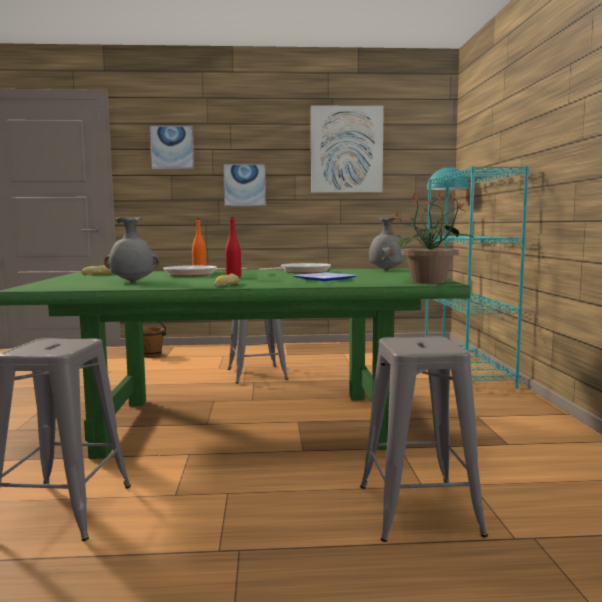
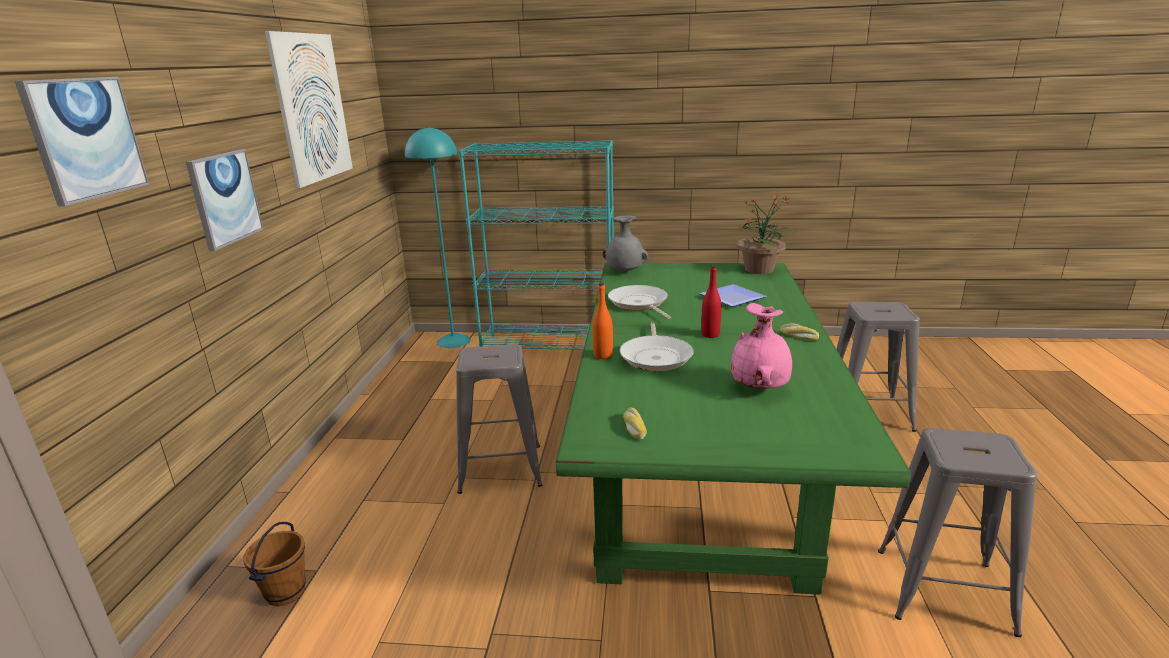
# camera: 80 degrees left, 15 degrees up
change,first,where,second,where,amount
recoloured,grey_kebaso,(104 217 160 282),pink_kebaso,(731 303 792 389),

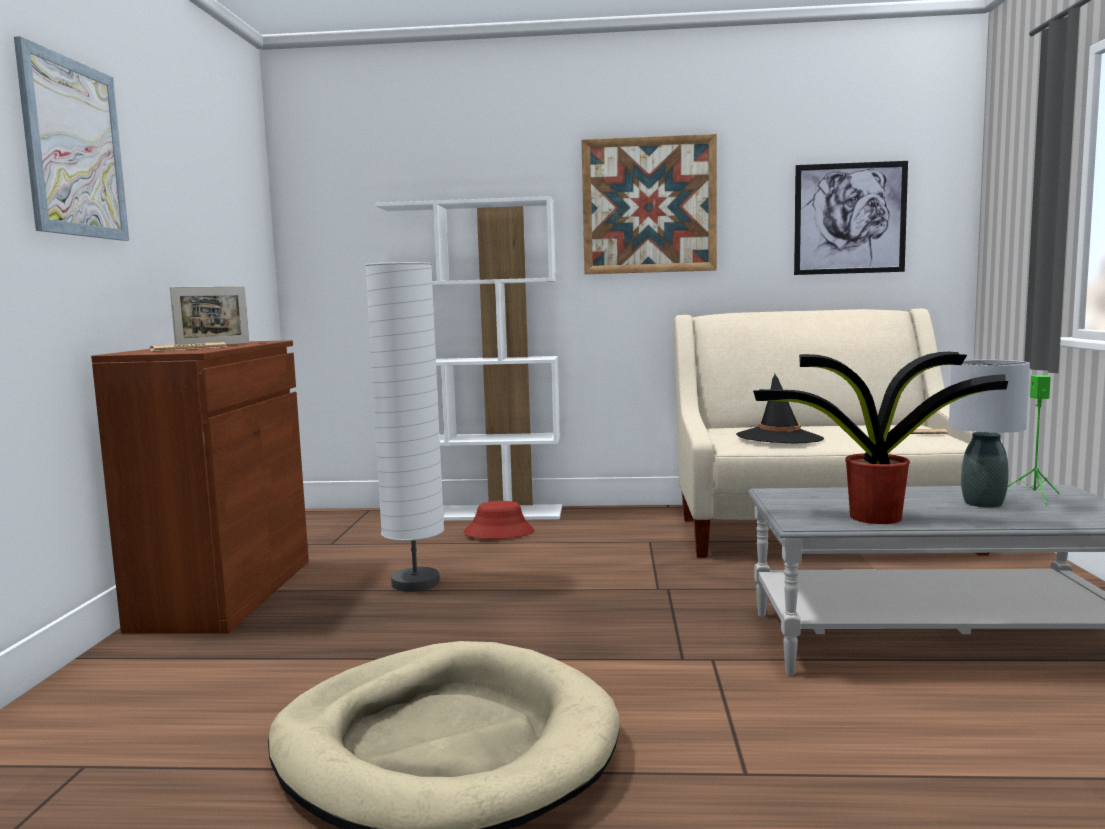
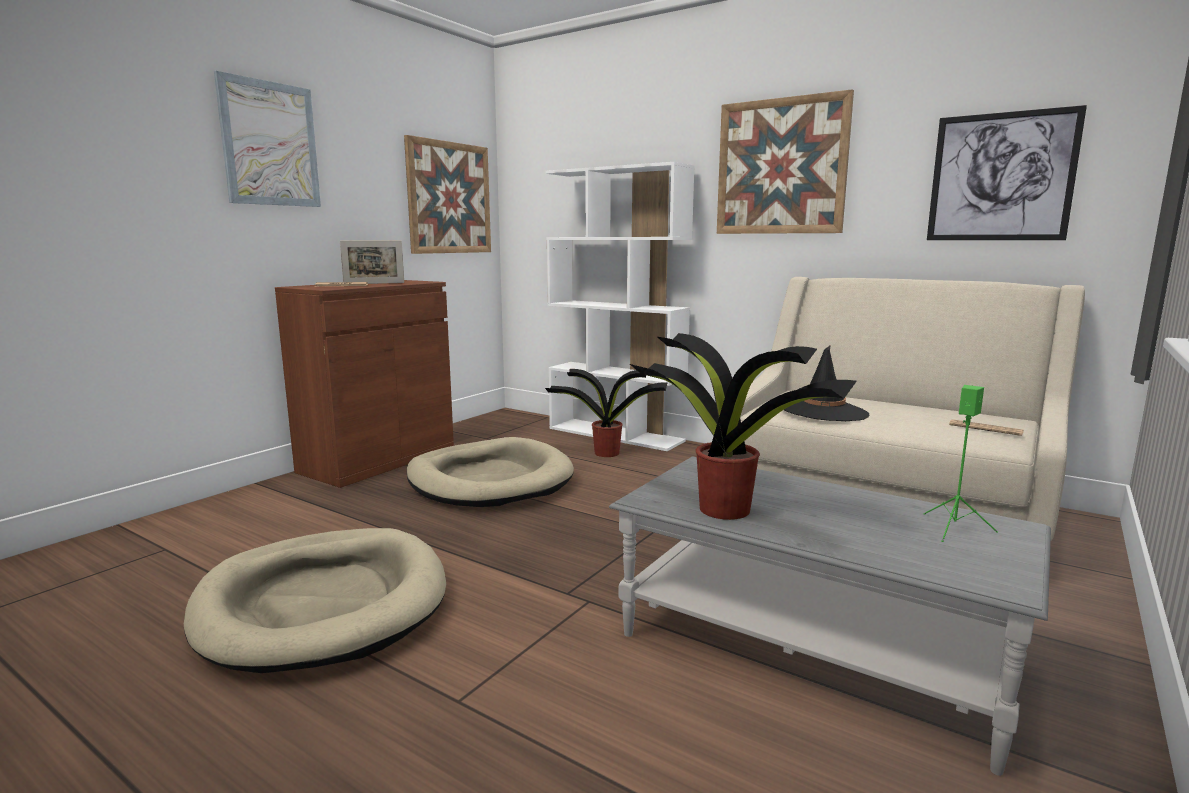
# camera: 30 degrees right, 5 degrees up
change,first,where,second,where,amount
replaced,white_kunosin,(365 262 444 591),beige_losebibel,(407 437 574 507),
removed,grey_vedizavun,(949 360 1030 508),,,
replaced,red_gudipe,(464 501 534 539),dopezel,(545 369 668 457),
added,,,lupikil,(404 135 491 254),

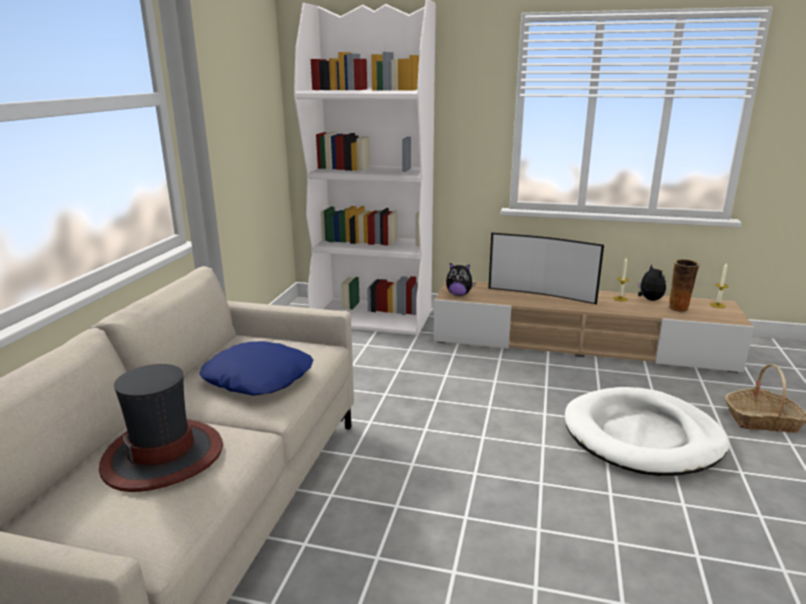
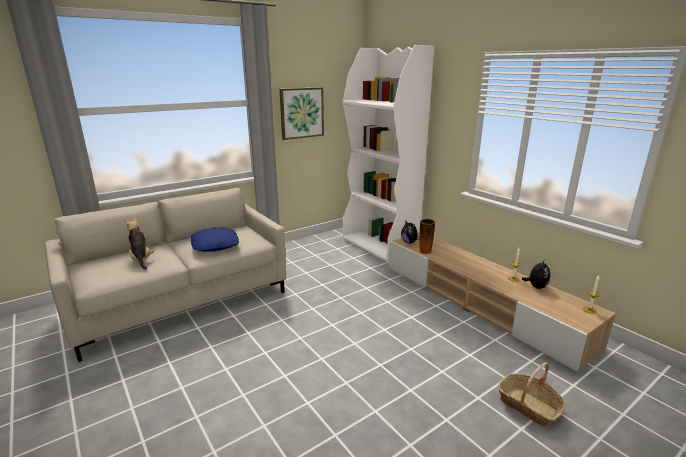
# camera: 40 degrees right, 0 degrees up
change,first,where,second,where,amount
removed,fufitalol,(489 233 604 304),,,
moved,kebaso,(668 259 700 312),,(419 219 435 254),
replaced,gudipe,(99 364 223 492),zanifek,(125 217 154 270),
removed,white_losebibel,(565 387 730 476),,,
added,,,lupikil,(280 87 324 140),

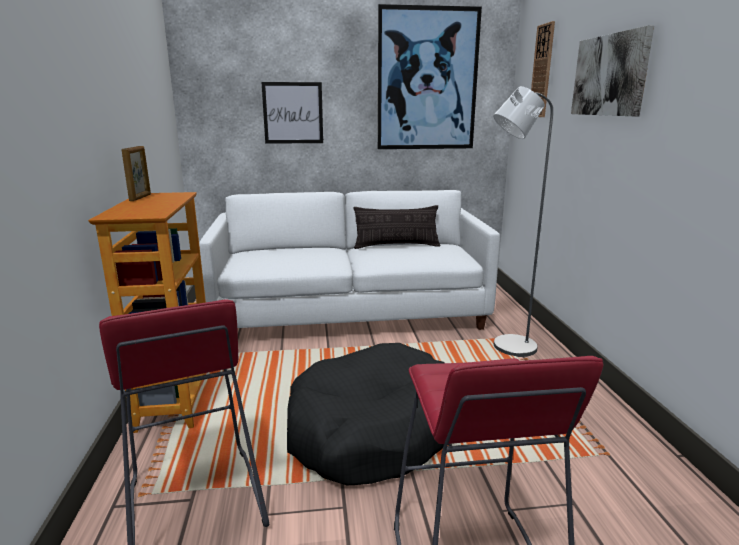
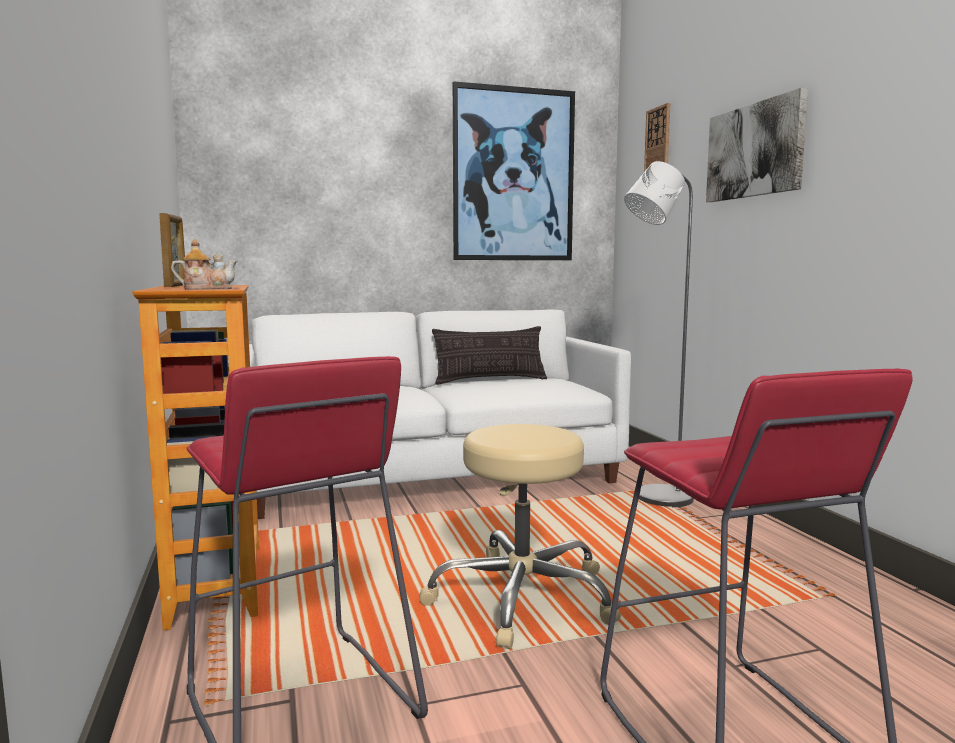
# camera: 10 degrees left, 10 degrees down
change,first,where,second,where,amount
removed,lupikil,(262 82 323 144),,,
replaced,black_losebibel,(287 343 444 485),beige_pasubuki,(419 424 621 649),
added,,,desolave,(171 239 237 290),

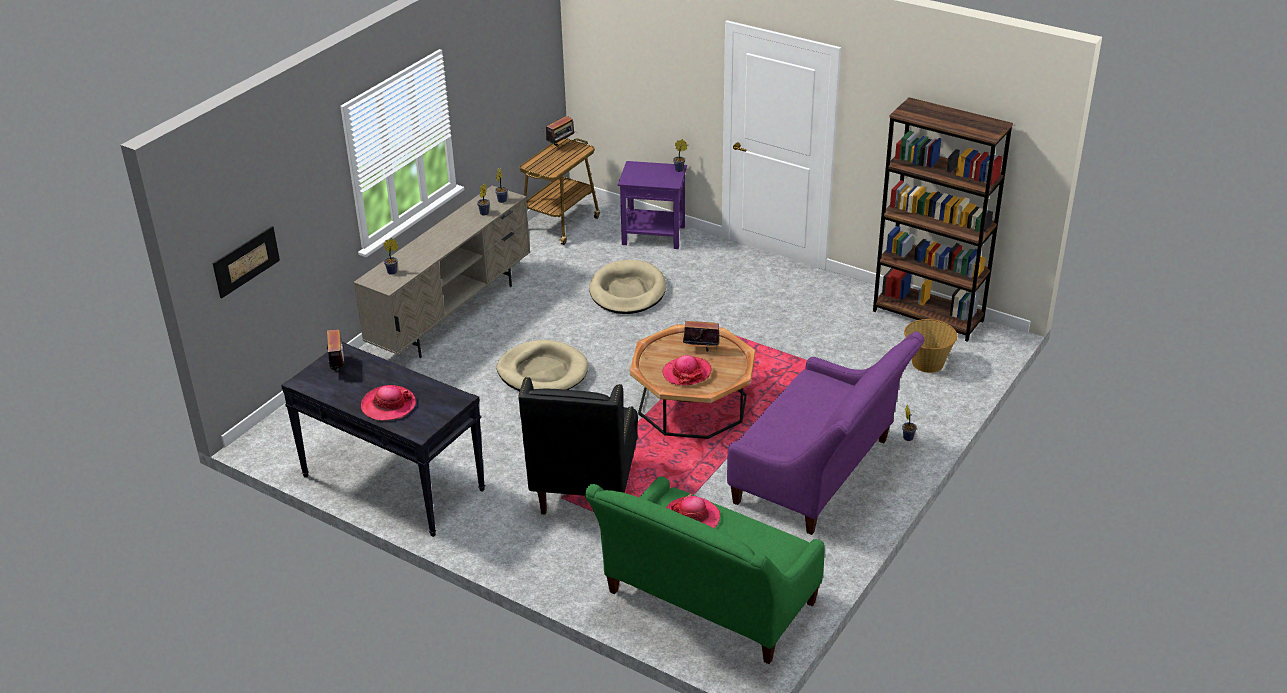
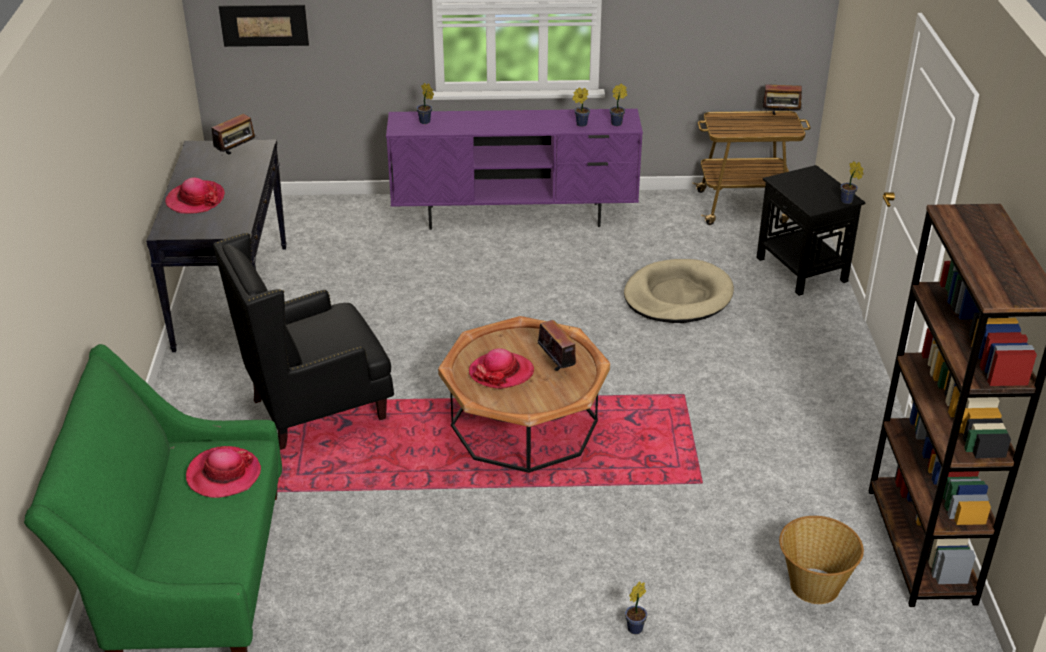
# camera: 55 degrees right, 0 degrees up
change,first,where,second,where,amount
recoloured,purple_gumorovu,(618 161 687 249),black_gumorovu,(756 165 865 296),
recoloured,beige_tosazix,(354 186 530 358),purple_tosazix,(386 109 643 230),
removed,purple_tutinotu,(727 332 925 535),,,
removed,beige_losebibel,(497 340 588 391),,,

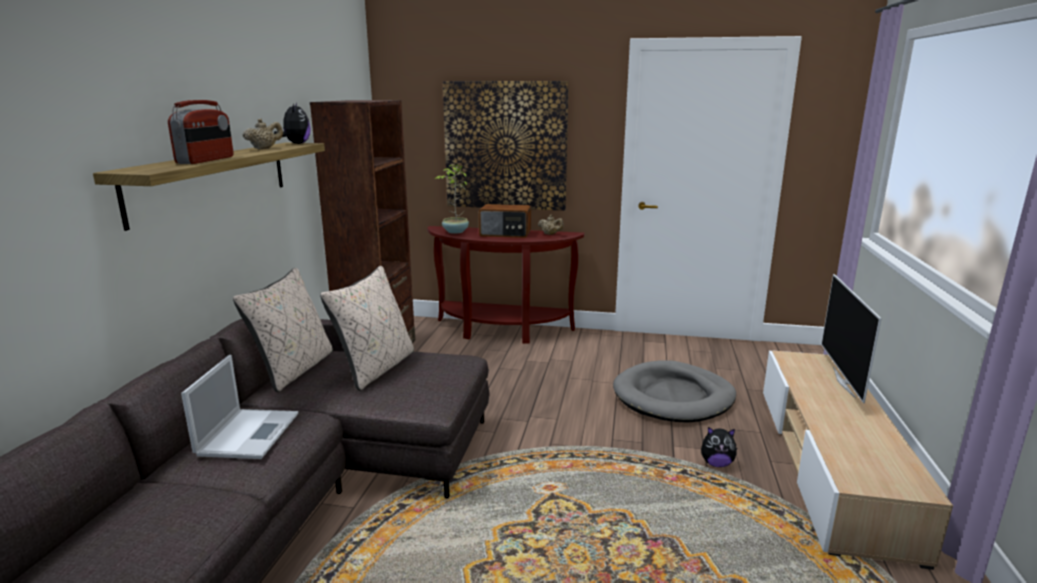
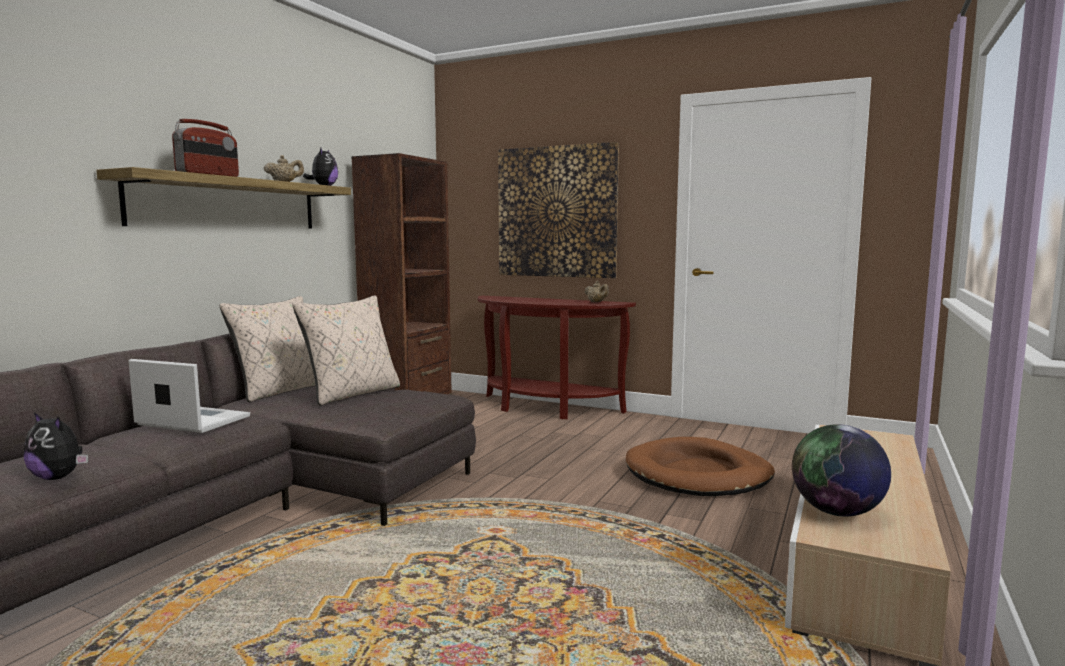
# camera: 15 degrees right, 10 degrees down
change,first,where,second,where,amount
removed,dopezel,(435 164 469 234),,,
removed,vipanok,(479 204 531 238),,,
removed,fufitalol,(821 274 882 403),,,
turned,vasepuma,(181 355 298 459),,(128 359 250 433),90 degrees counterclockwise
recoloured,grey_losebibel,(613 360 736 423),brown_losebibel,(626 437 775 496),
moved,zanifek,(701 427 737 467),,(24 412 88 480),
added,,,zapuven,(792 424 891 517),

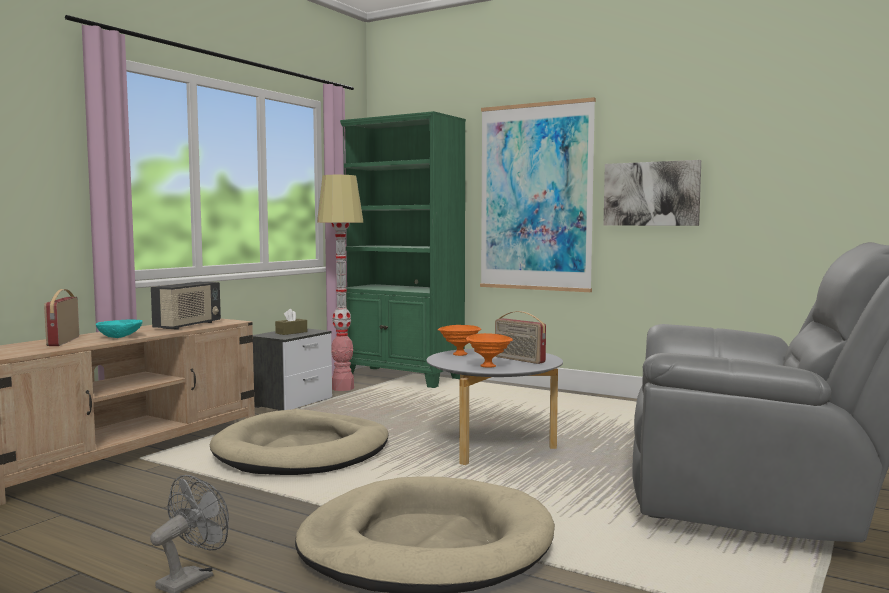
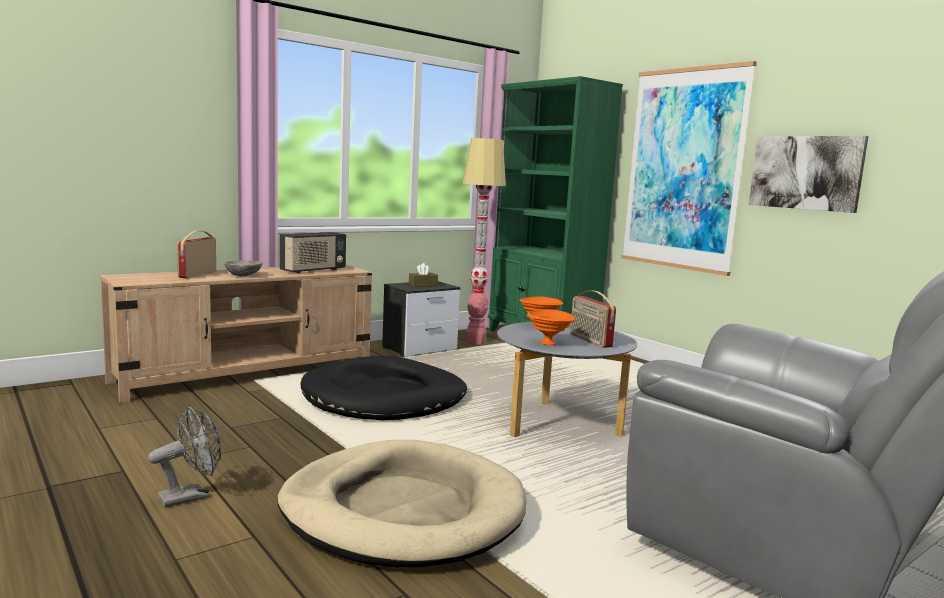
# camera: 20 degrees right, 5 degrees up
change,first,where,second,where,amount
recoloured,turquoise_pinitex,(96 320 142 338),grey_pinitex,(224 261 263 276),
recoloured,beige_losebibel,(210 409 389 475),black_losebibel,(300 356 467 420),

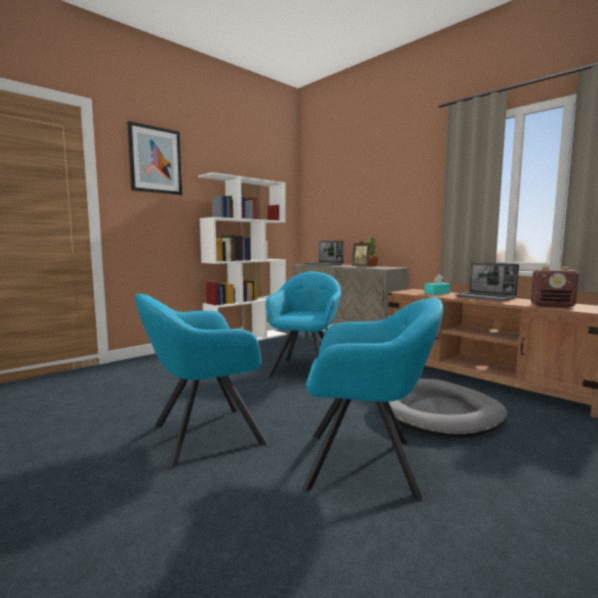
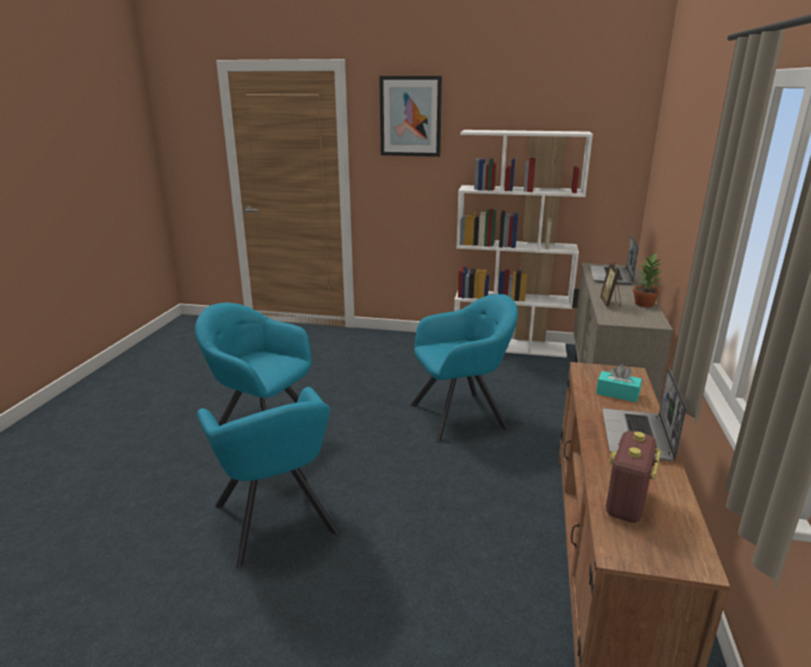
# camera: 55 degrees right, 15 degrees up
change,first,where,second,where,amount
turned,vipanok,(531 266 579 307),,(606 431 661 523),45 degrees clockwise
removed,grey_losebibel,(376 379 507 437),,,

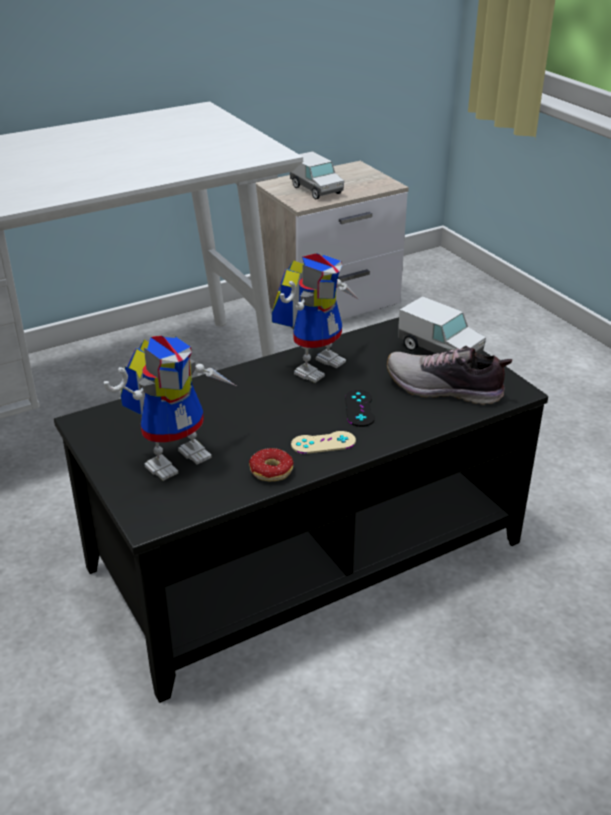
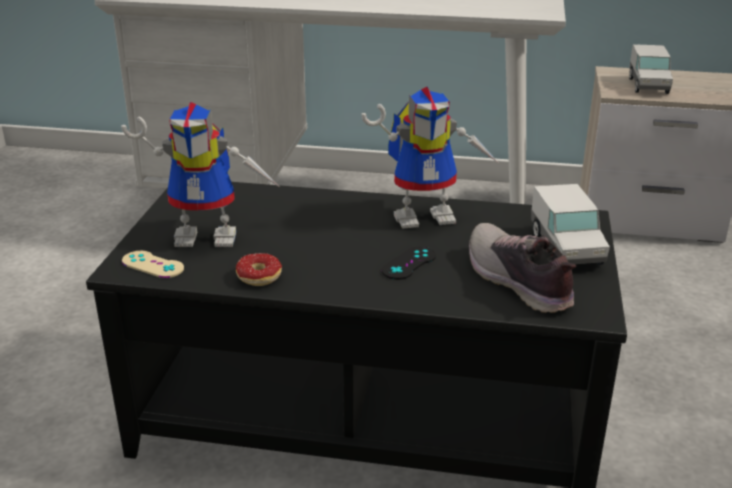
# camera: 40 degrees right, 5 degrees down
change,first,where,second,where,amount
moved,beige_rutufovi,(291 431 356 454),,(122 251 184 278),

